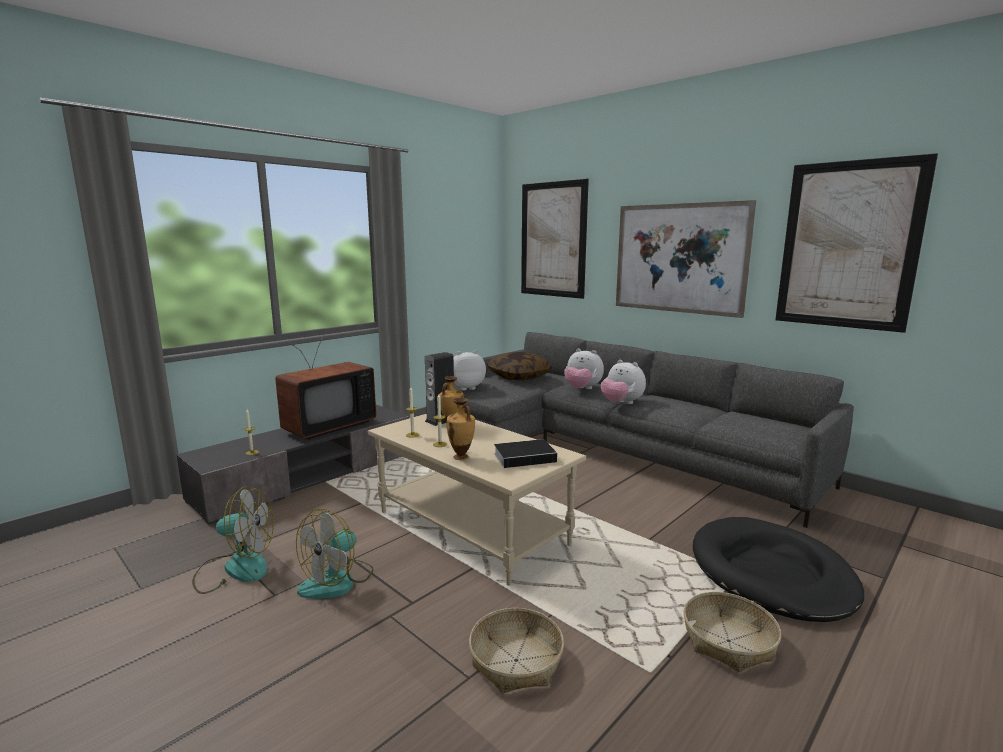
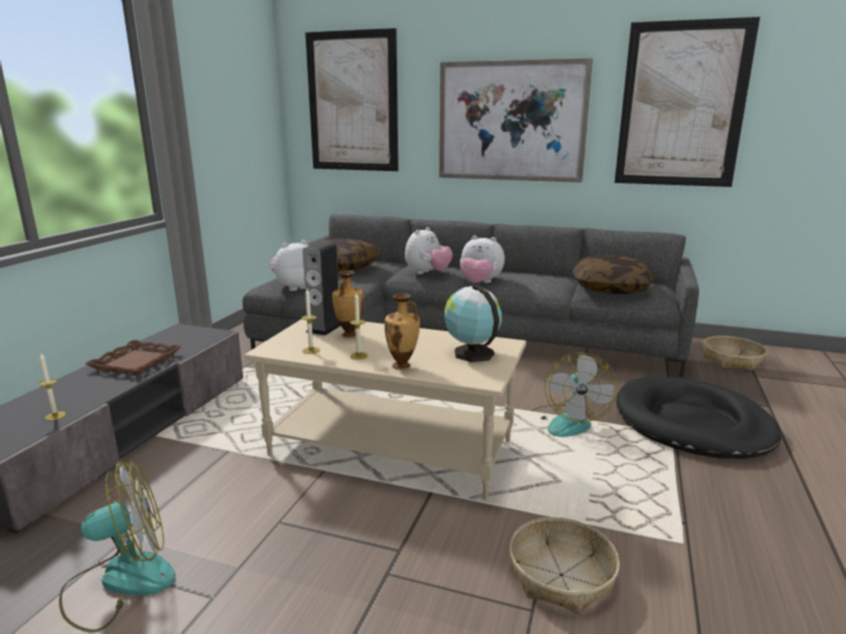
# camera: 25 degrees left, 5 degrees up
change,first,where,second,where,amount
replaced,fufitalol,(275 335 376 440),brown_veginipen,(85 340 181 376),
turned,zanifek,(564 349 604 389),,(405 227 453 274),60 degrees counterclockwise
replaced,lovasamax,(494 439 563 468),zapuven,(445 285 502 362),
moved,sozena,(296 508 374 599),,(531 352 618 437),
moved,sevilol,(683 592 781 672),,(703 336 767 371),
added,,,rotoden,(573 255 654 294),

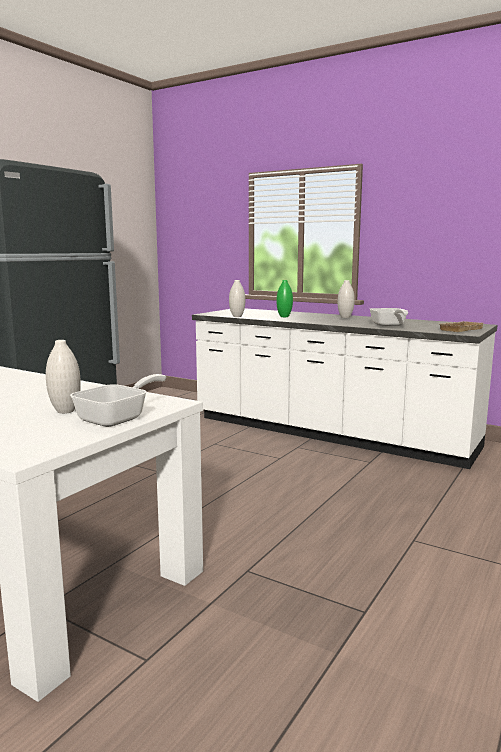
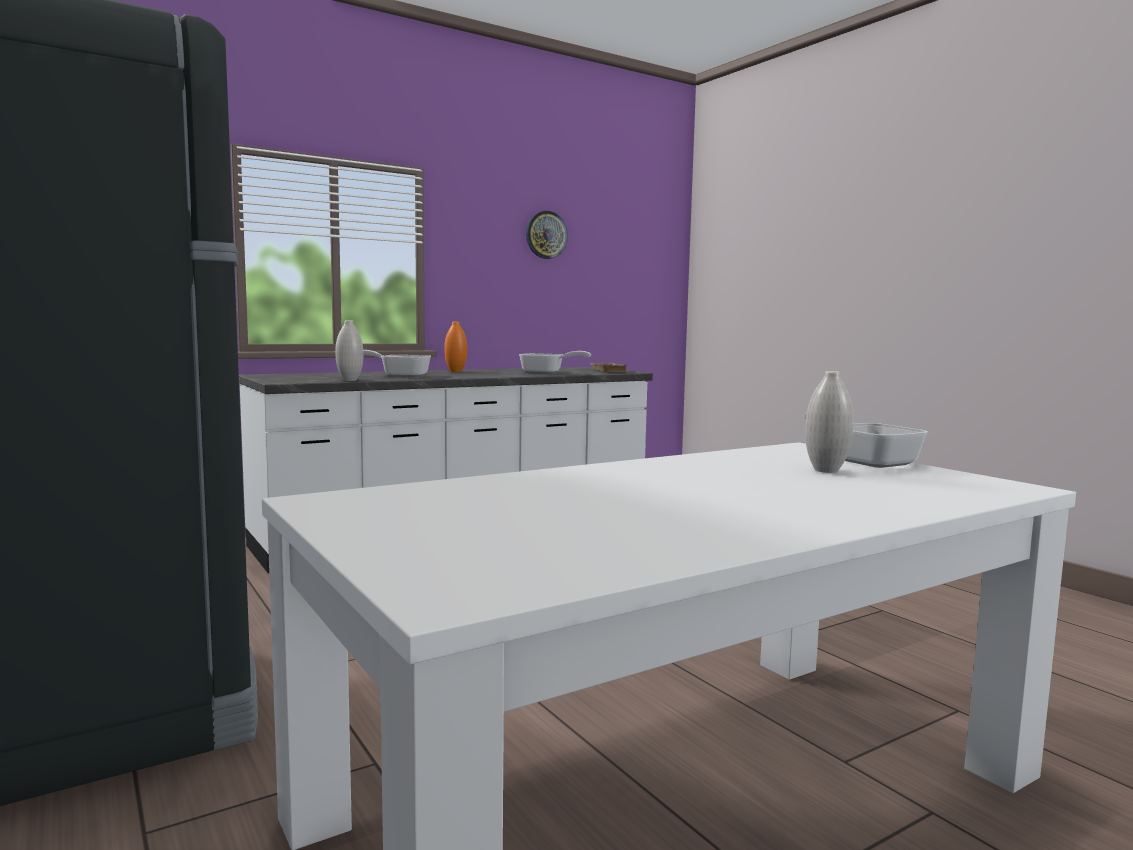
# camera: 65 degrees left, 5 degrees down
change,first,where,second,where,amount
replaced,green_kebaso,(276 280 293 317),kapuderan,(363 350 431 377),
recoloured,white_kebaso,(338 280 355 318),orange_kebaso,(444 322 467 372),
added,,,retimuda,(526 211 568 259),

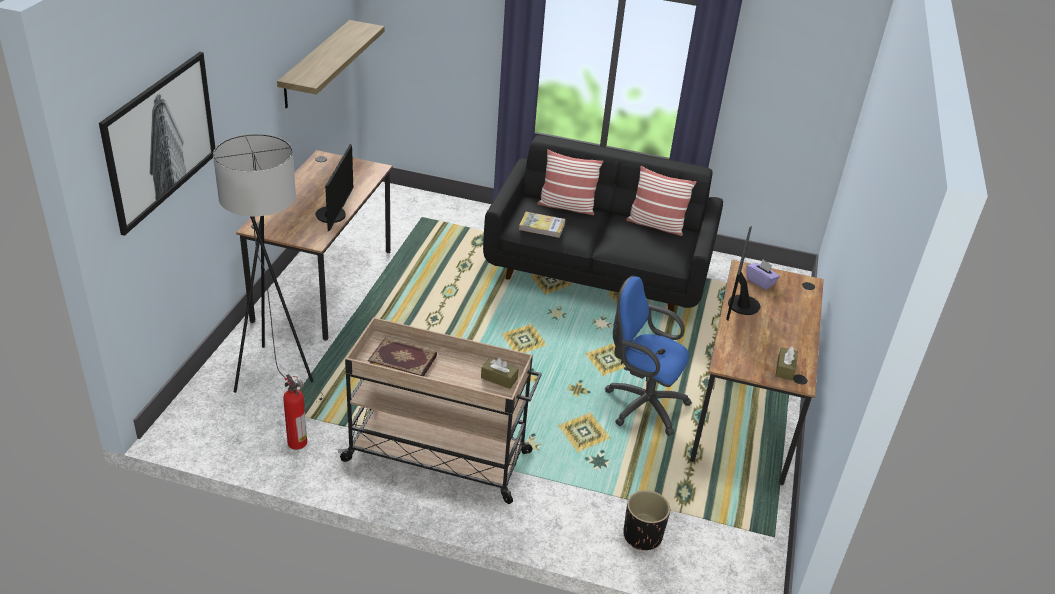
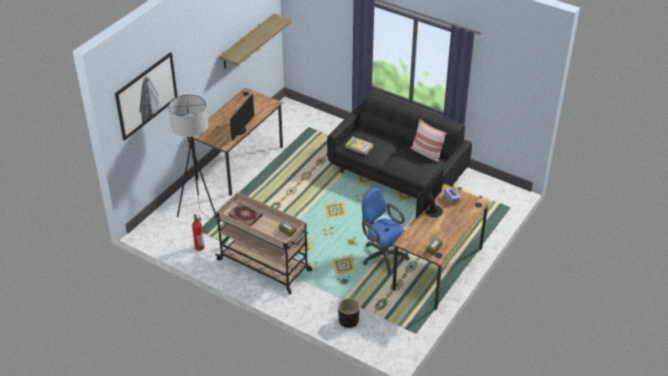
# camera: 20 degrees right, 5 degrees up
change,first,where,second,where,amount
removed,rotoden,(537 149 603 215),,,

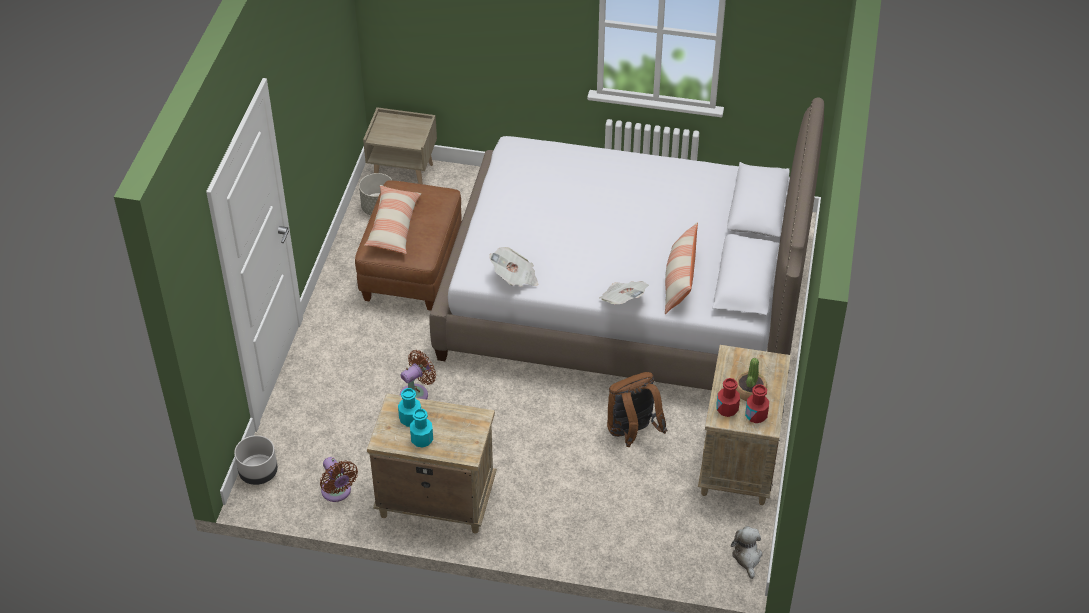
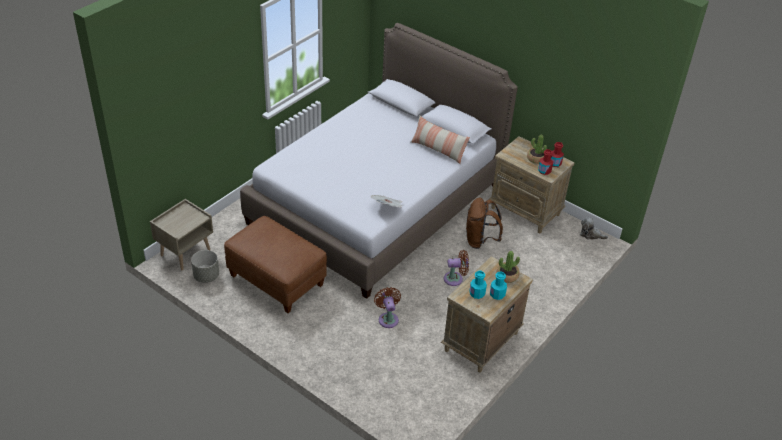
# camera: 65 degrees left, 5 degrees down
change,first,where,second,where,amount
removed,rotoden,(364 185 421 254),,,
removed,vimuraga,(599 281 649 304),,,
removed,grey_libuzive,(234 435 278 485),,,
moved,brown_sozena,(320 457 358 502),,(444 250 469 286),
added,,,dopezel,(496 251 520 283),

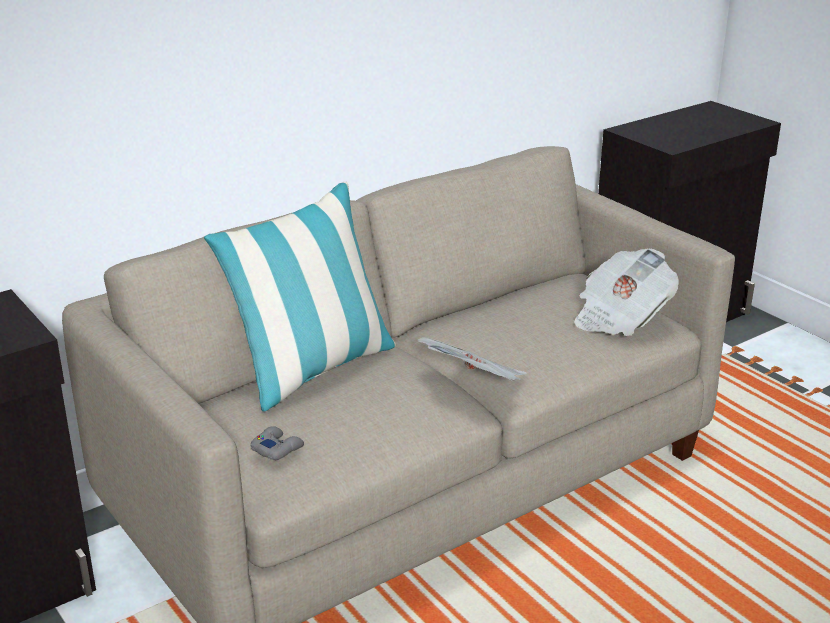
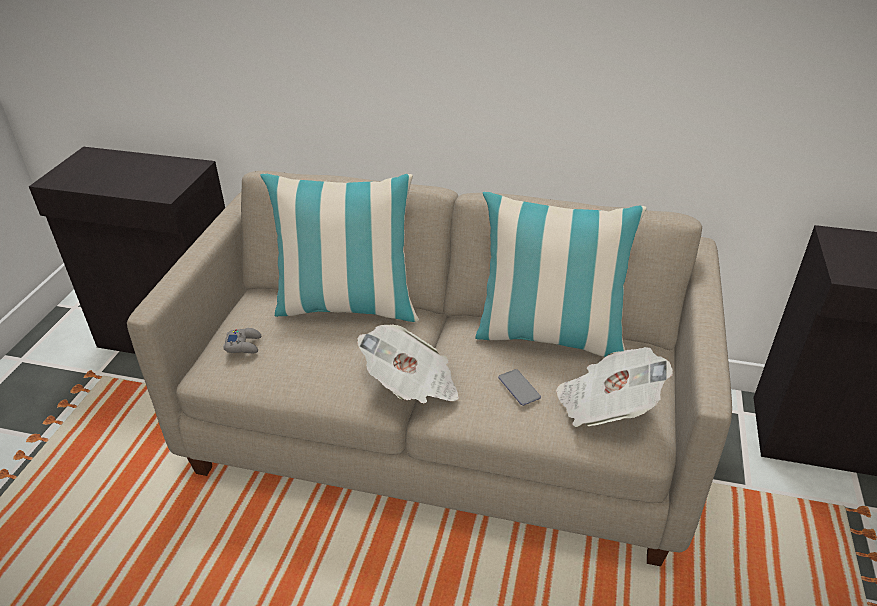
# camera: 50 degrees right, 10 degrees up
change,first,where,second,where,amount
added,,,rotoden,(475 192 647 357),
added,,,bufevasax,(498 369 541 406),

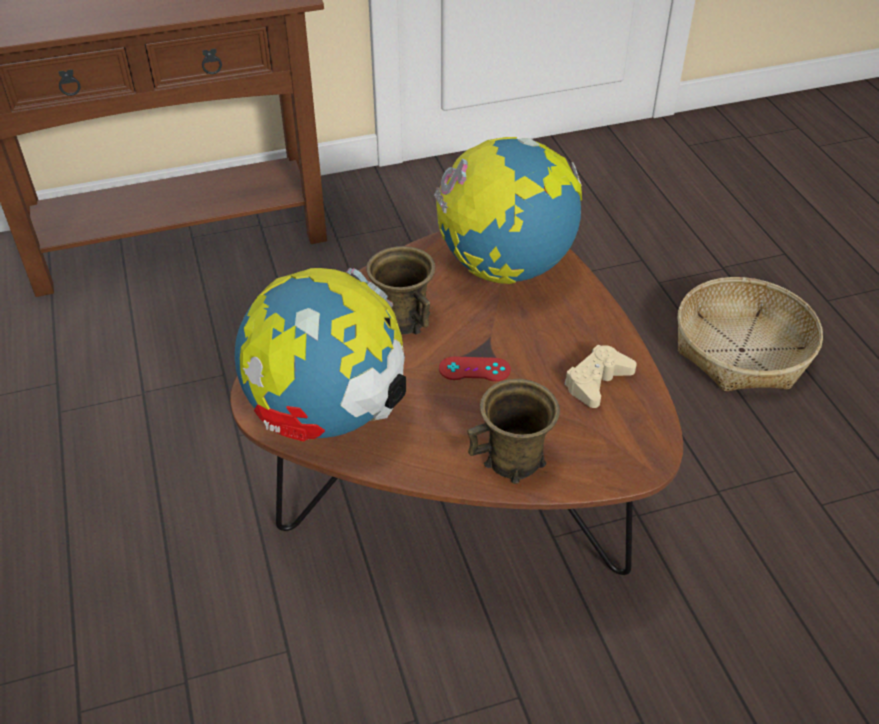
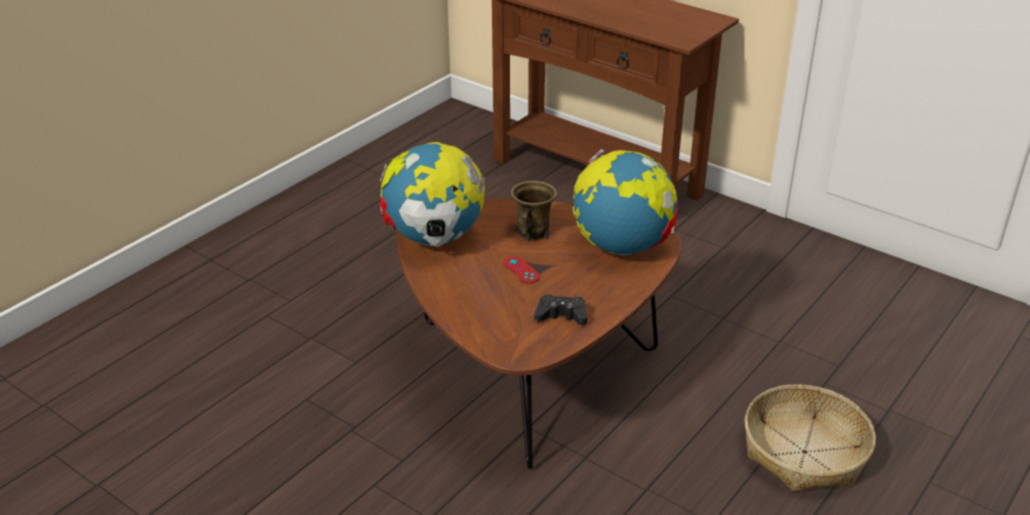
# camera: 55 degrees right, 10 degrees down
change,first,where,second,where,amount
recoloured,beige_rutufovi,(564 345 637 408),black_rutufovi,(535 294 587 325),
removed,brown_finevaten,(467 379 560 484),,,

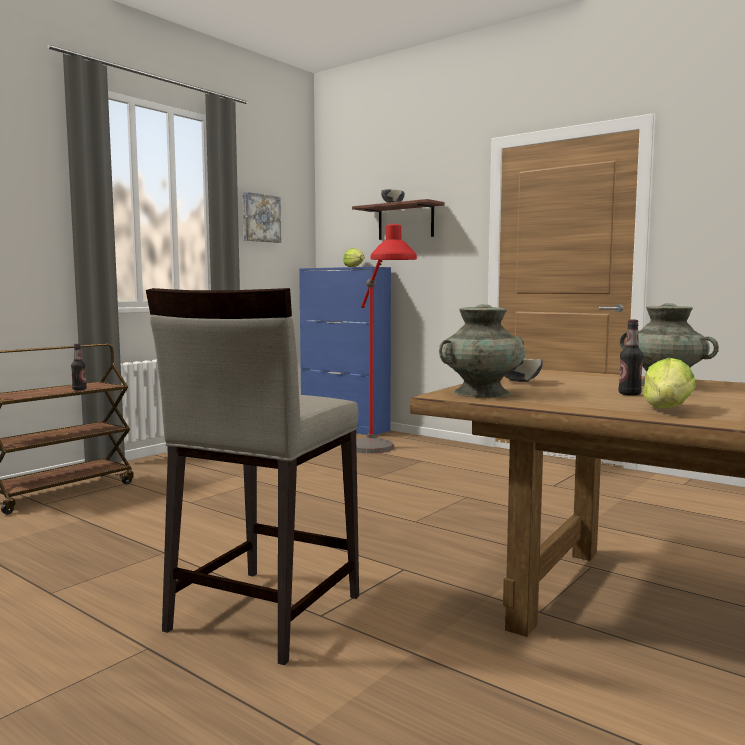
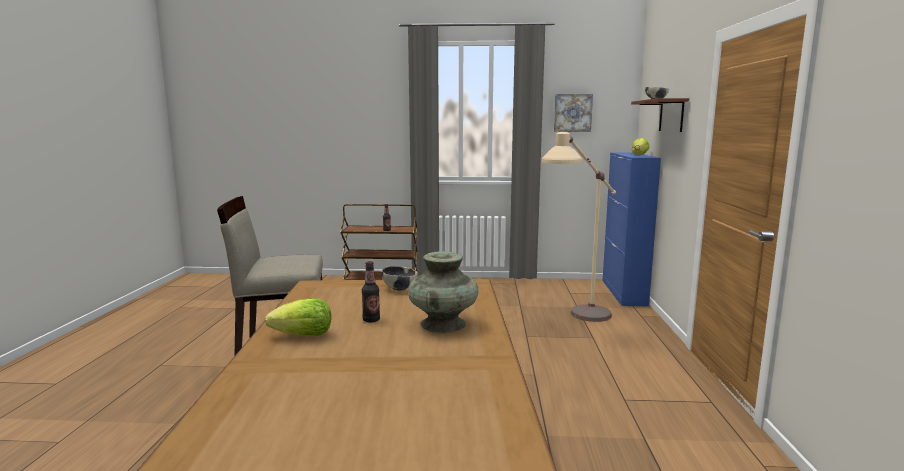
# camera: 55 degrees right, 5 degrees up
change,first,where,second,where,amount
recoloured,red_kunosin,(356 224 417 453),beige_kunosin,(542 132 616 322),
removed,turquoise_kebaso,(439 304 525 397),,,

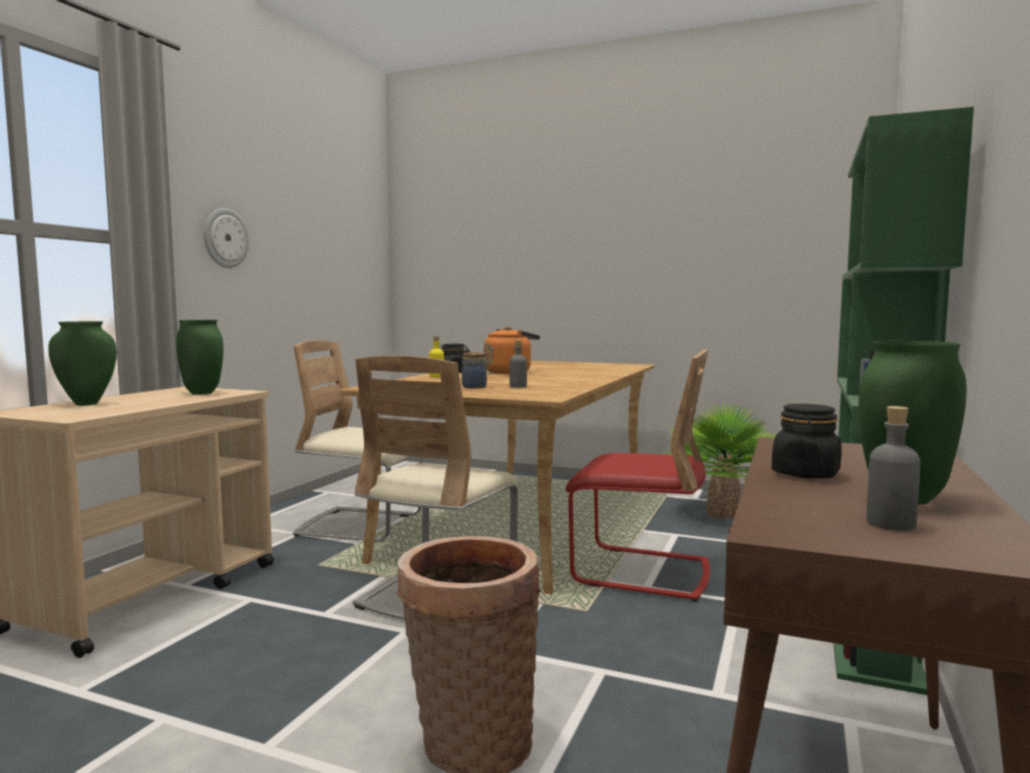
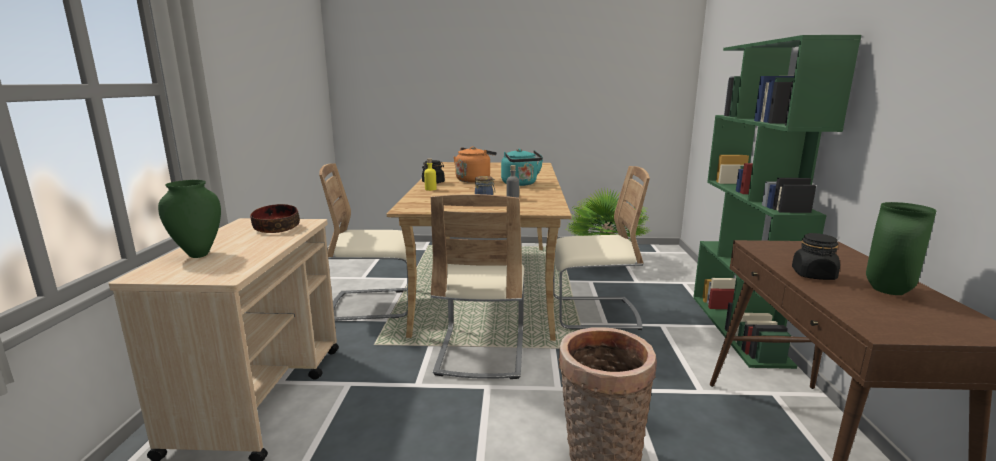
# camera: 20 degrees left, 10 degrees up
change,first,where,second,where,amount
removed,retimuda,(204 208 249 268),,,
replaced,green_kebaso,(176 320 223 395),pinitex,(250 204 300 233),
recoloured,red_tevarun,(565 349 710 602),beige_tevarun,(553 166 650 330),
removed,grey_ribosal,(866 406 920 531),,,
added,,,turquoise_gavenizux,(501 149 543 186),

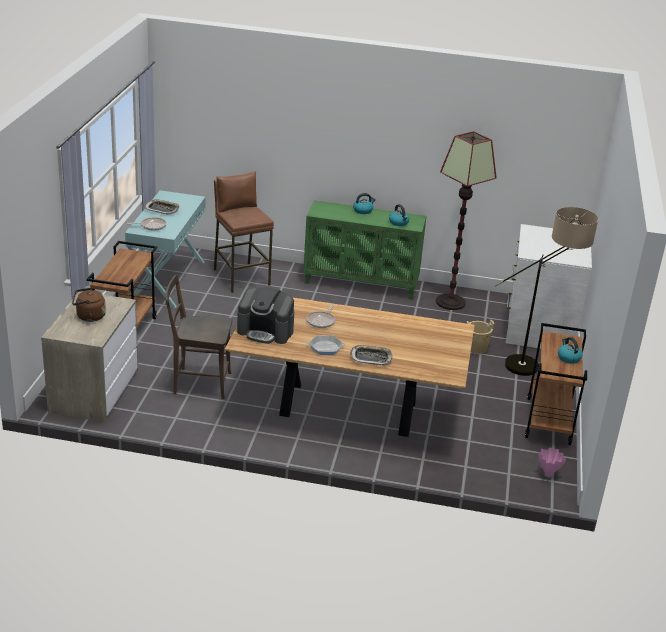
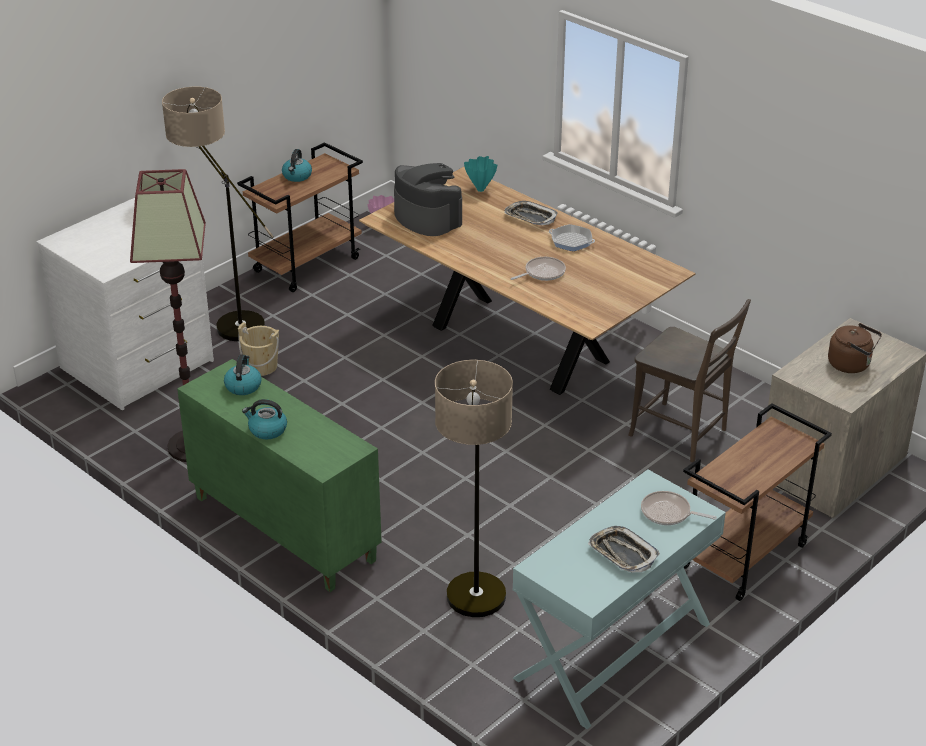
# camera: 145 degrees left, 5 degrees up
change,first,where,second,where,amount
replaced,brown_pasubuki,(214 171 274 293),kunosin,(435 360 513 617),
moved,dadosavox,(237 287 294 344),,(394 163 462 236),
added,,,turquoise_kebaso,(464 156 497 192),

